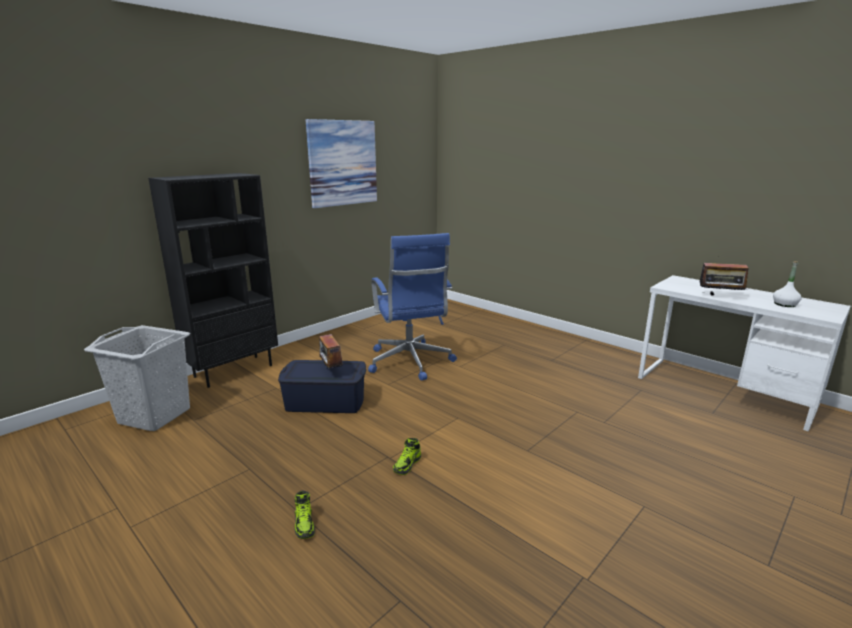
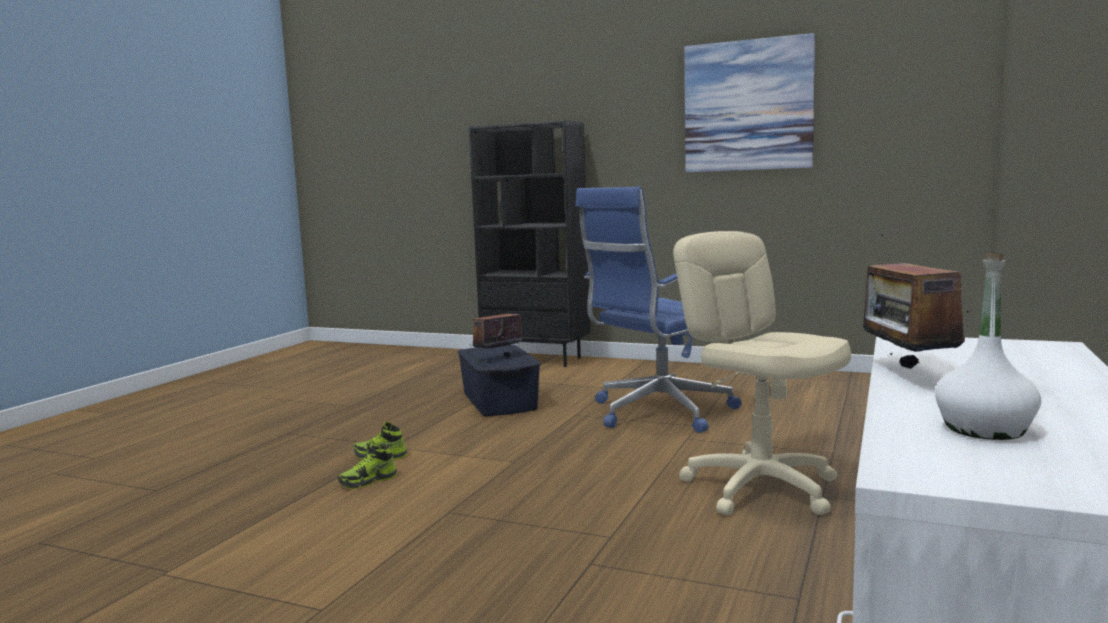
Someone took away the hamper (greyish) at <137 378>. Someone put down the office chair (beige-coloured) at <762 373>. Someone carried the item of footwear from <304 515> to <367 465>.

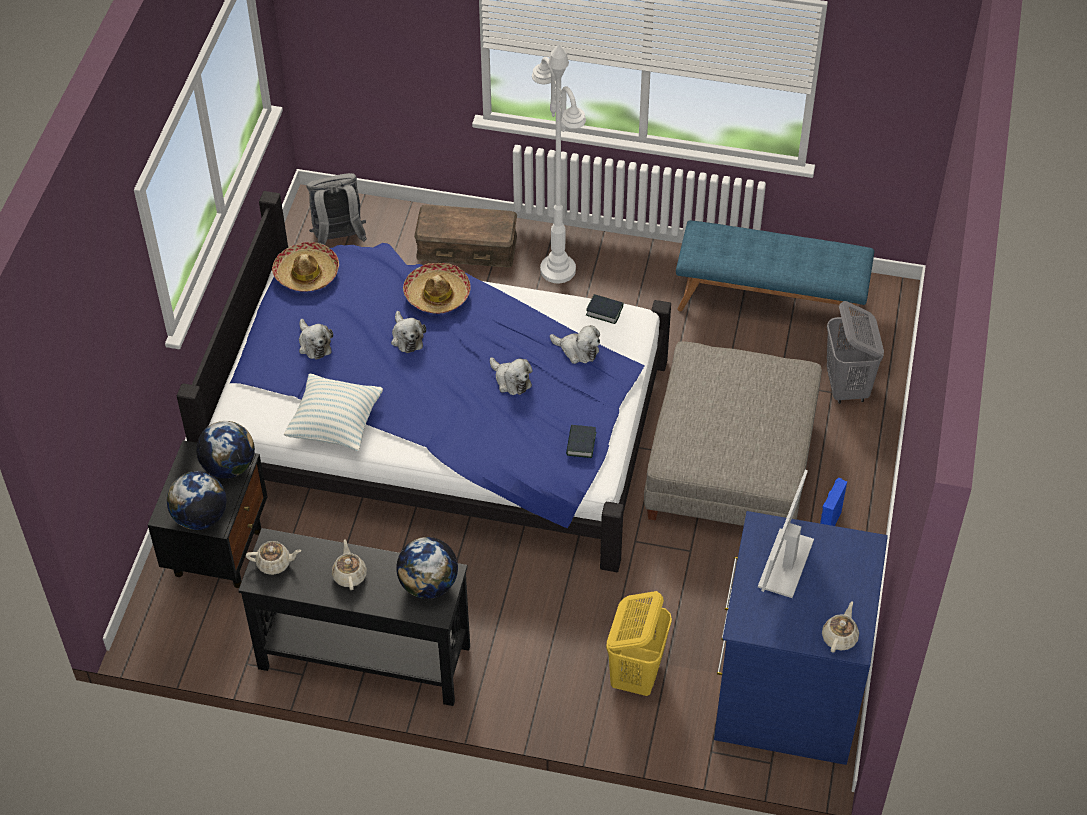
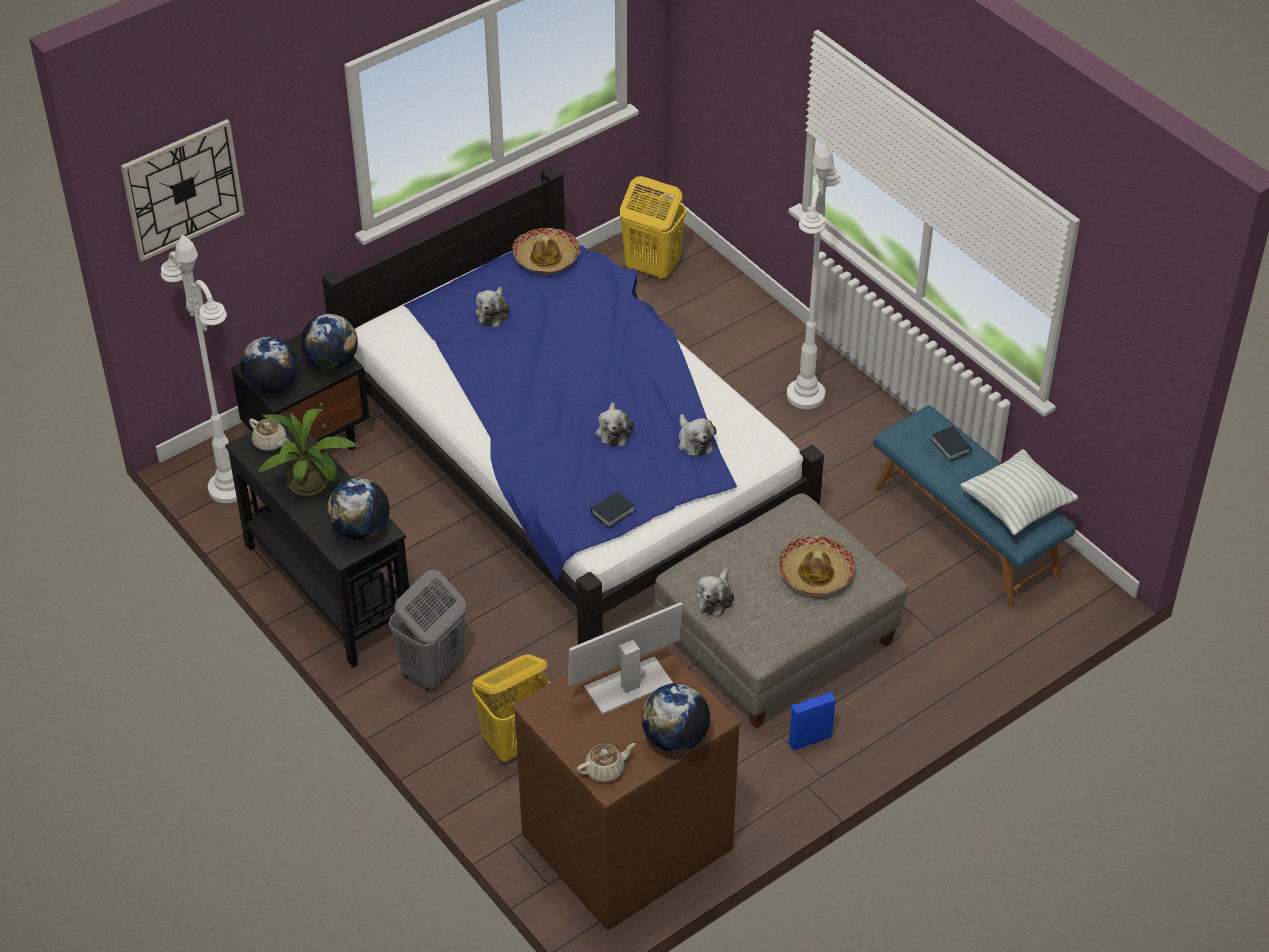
Someone took away the storage bin (brownish) at <465 236>. Someone put up the hanging clock at <183 190>. Someone put down the standard lamp (whitish) at <205 369>. Someone put down the desk globe at <675 718>. Someone carried the cushion from <333 412> to <1019 492>. Someone carried the cuddly toy from <408 332> to <715 592>. Someone carried the wearable hat from <437 288> to <816 565>. Someone carried the book from <604 309> to <951 444>. Someone carried the hamper (greyish) from <855 352> to <427 630>. Someone swapped the backpack (greyish) at <337 209> for the hamper (yellow-coloured) at <653 228>. Someone swapped the pot for tea (beige-coloured) at <349 564> for the houseplant at <306 453>. Someone repainted the dresser (blue) at <801 638>, which became the dresser (brownish) at <626 788>.

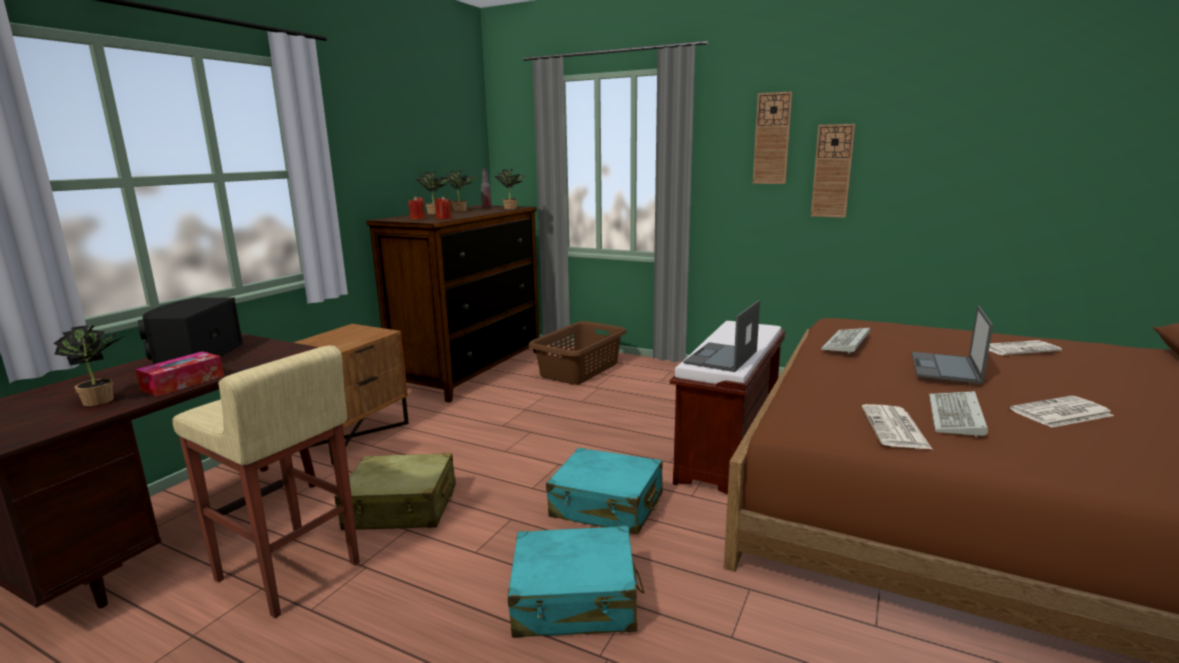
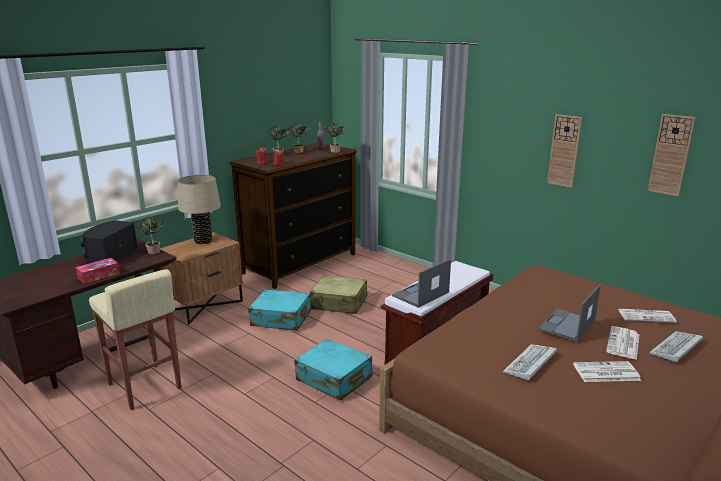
Someone took away the hamper (brownish) at <577 353>. Someone put down the lamp for a table (beige-coloured) at <199 209>. Someone carried the houseplant from <88 365> to <151 235>. Someone carried the travel case (beige-coloured) from <395 491> to <338 294>. Someone carried the travel case (turquoise) from <576 582> to <279 310>. Someone carried the hanging clock from <772 138> to <672 155>. Someone carried the PC keyboard from <845 341> to <676 346>. Someone carried the daily paper from <897 426> to <622 343>.

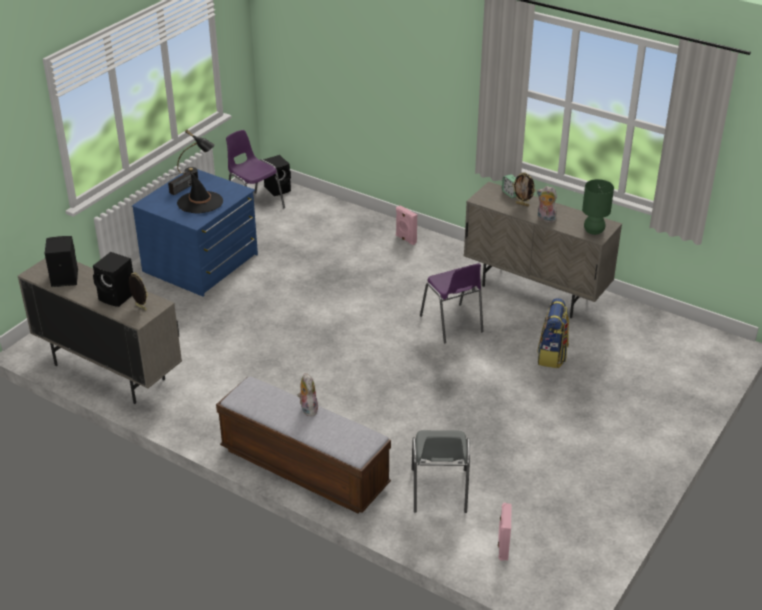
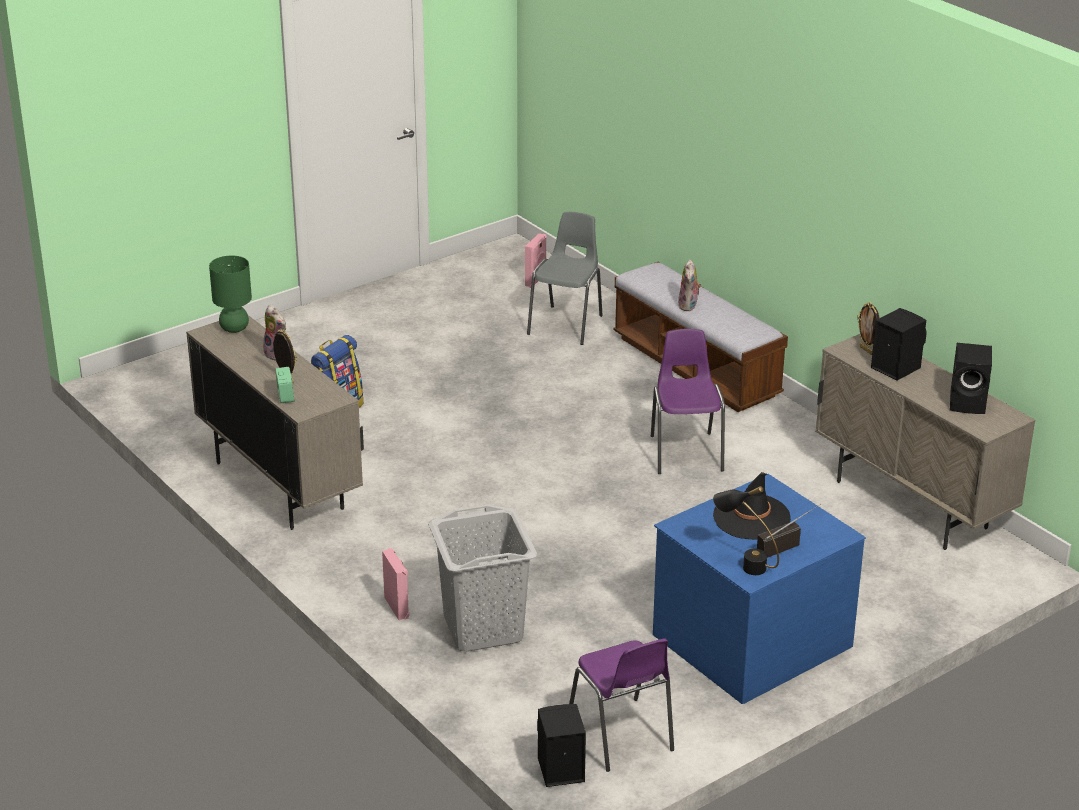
Someone put down the hamper (greyish) at <482 578>. Someone carried the chair (purplish) from <451 303> to <688 401>.

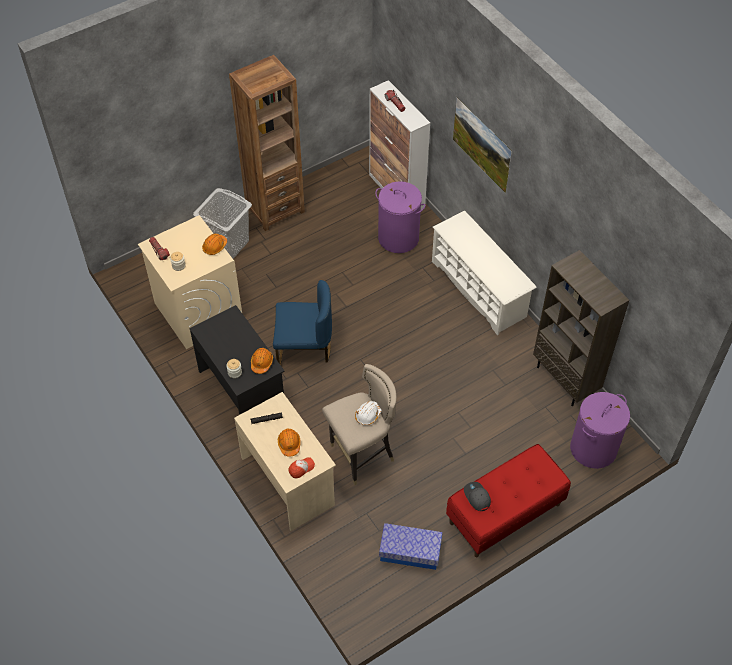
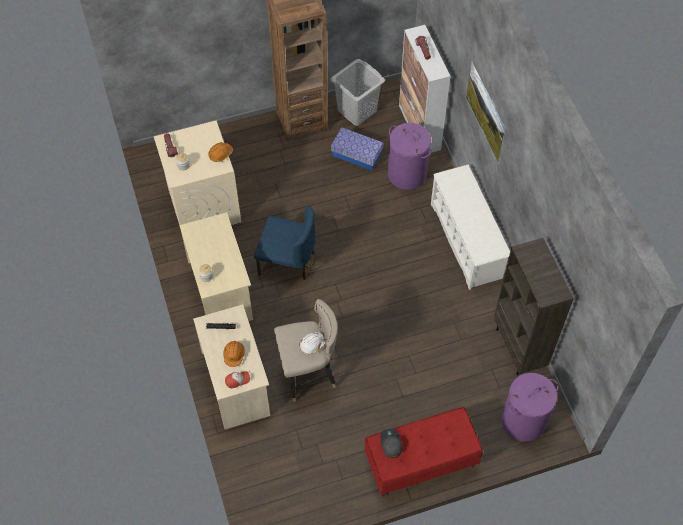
Someone took away the hard hat (orangey) at <262 361>. Someone carried the hamper (greyish) from <222 223> to <358 92>. Someone carried the storage bin from <411 546> to <357 148>. Someone repainted the desk unit (black-coloured) at <237 360>, which became the desk unit (beige-coloured) at <216 266>.

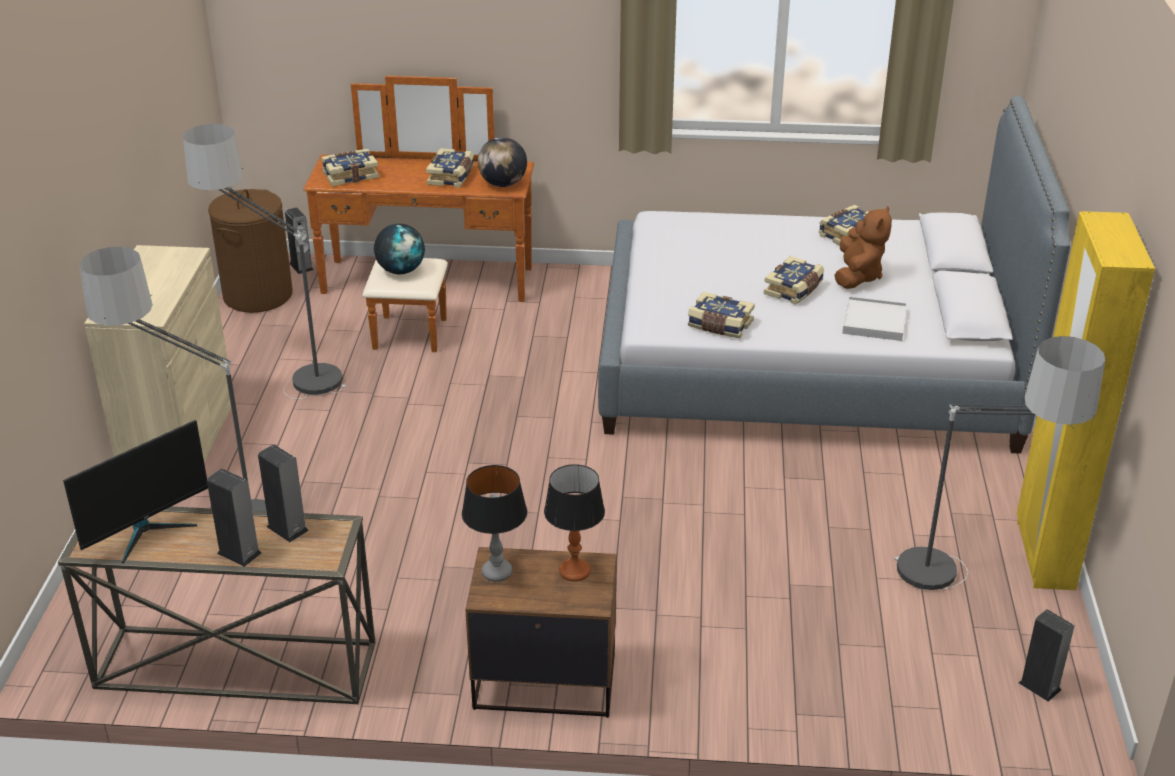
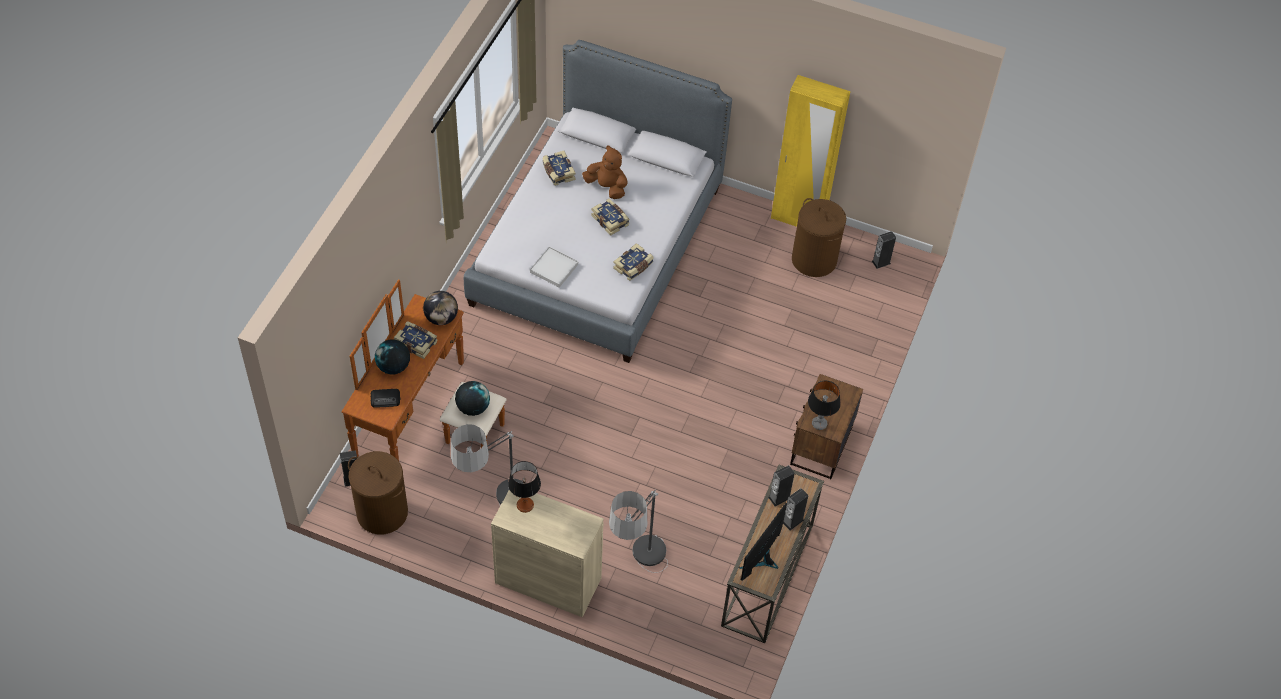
Someone put down the desk globe at <392 357>. Someone carried the lamp for a table from <574 523> to <524 487>. Someone carried the serving tray (whitish) from <874 319> to <554 267>. Someone swapped the book at <350 167> for the radio set at <385 398>. Someone swapped the standard lamp at <999 463> for the hamper (brownish) at <819 237>. Someone rotated the computer display at <135 491> by 120 degrees counterclockwise.

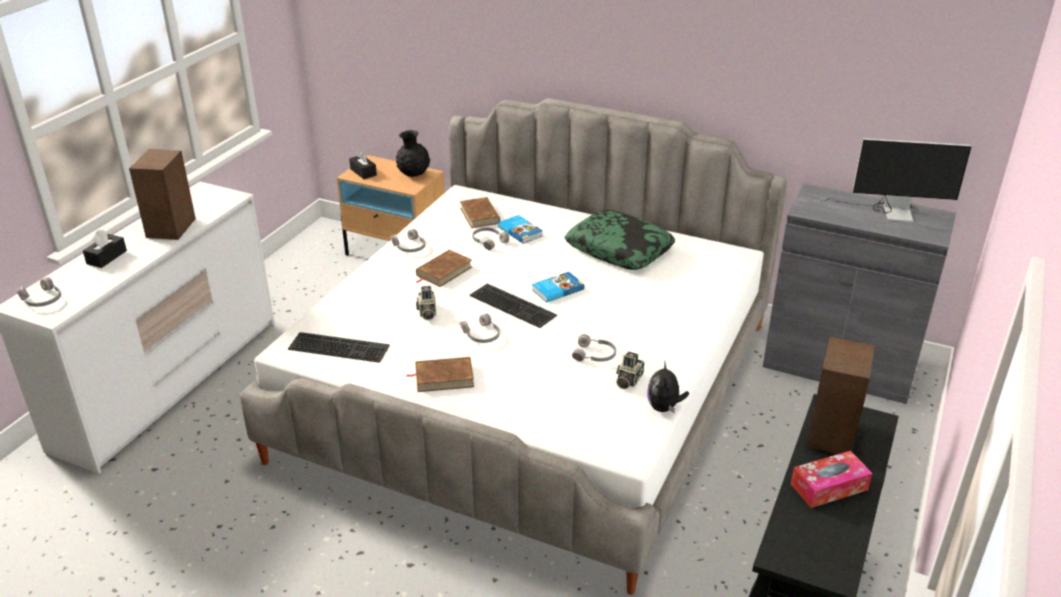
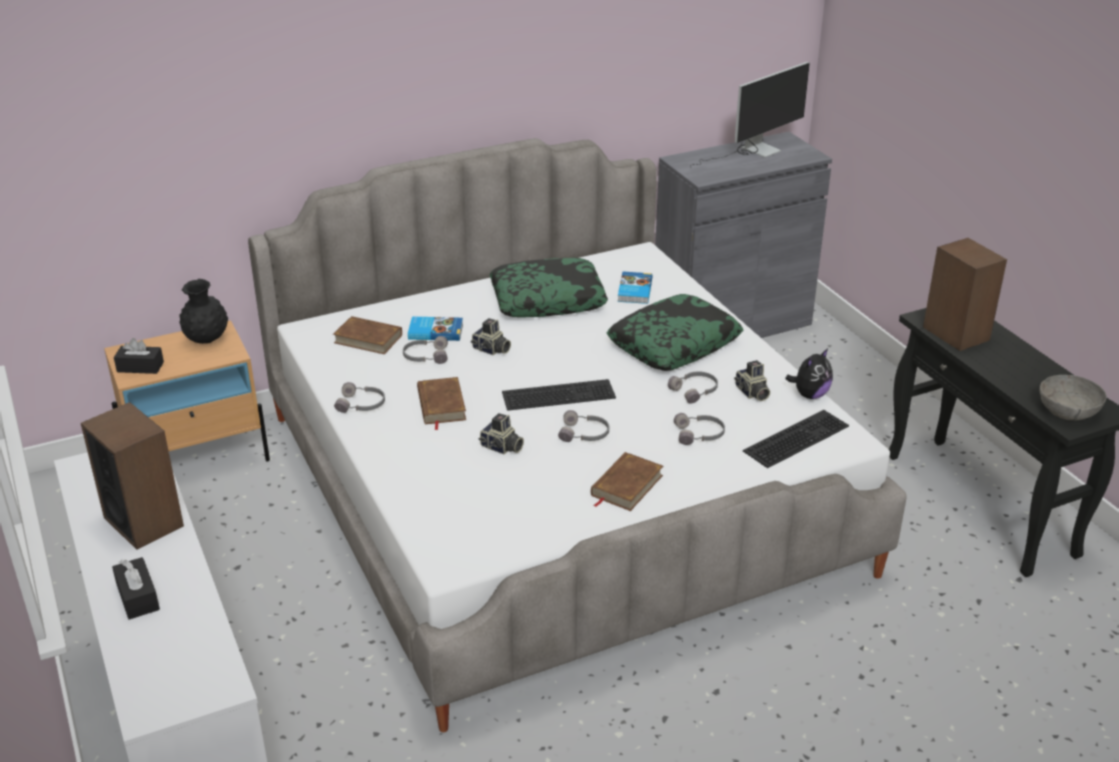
Someone took away the tissue box at <831 479>. Someone put down the photo camera at <491 336>. Someone put down the cushion at <675 332>. Someone put down the bowl (greyish) at <1073 397>. Someone carried the headset (greyish) from <38 292> to <699 429>. Someone carried the PC keyboard from <339 347> to <796 439>. Someone carried the book from <558 287> to <635 288>. Someone rotated the cuddly toy at <668 386> by 90 degrees counterclockwise.

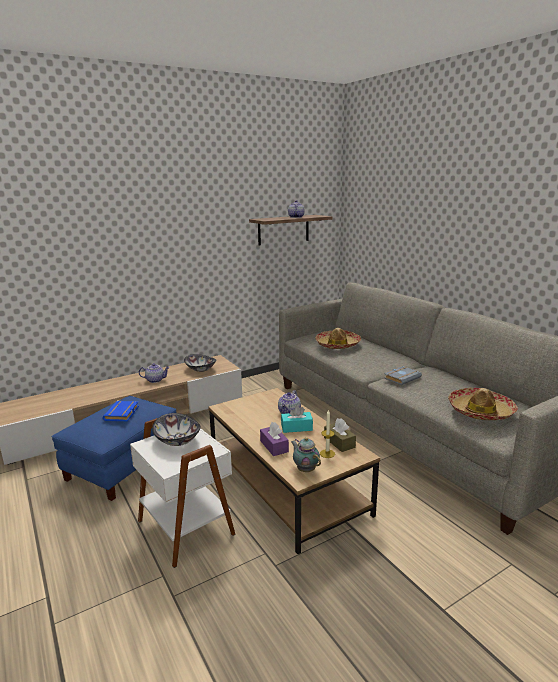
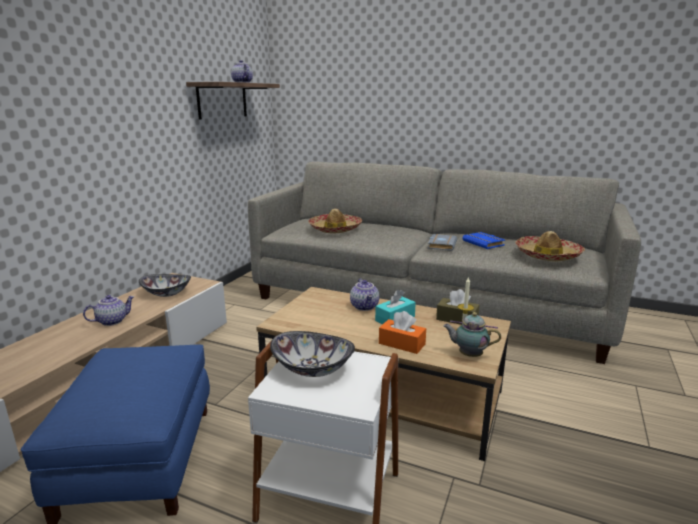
Someone carried the book (blue) from <120 411> to <483 240>. Someone repainted the tissue box (purplish) at <274 439>, which became the tissue box (orangey) at <402 332>.

